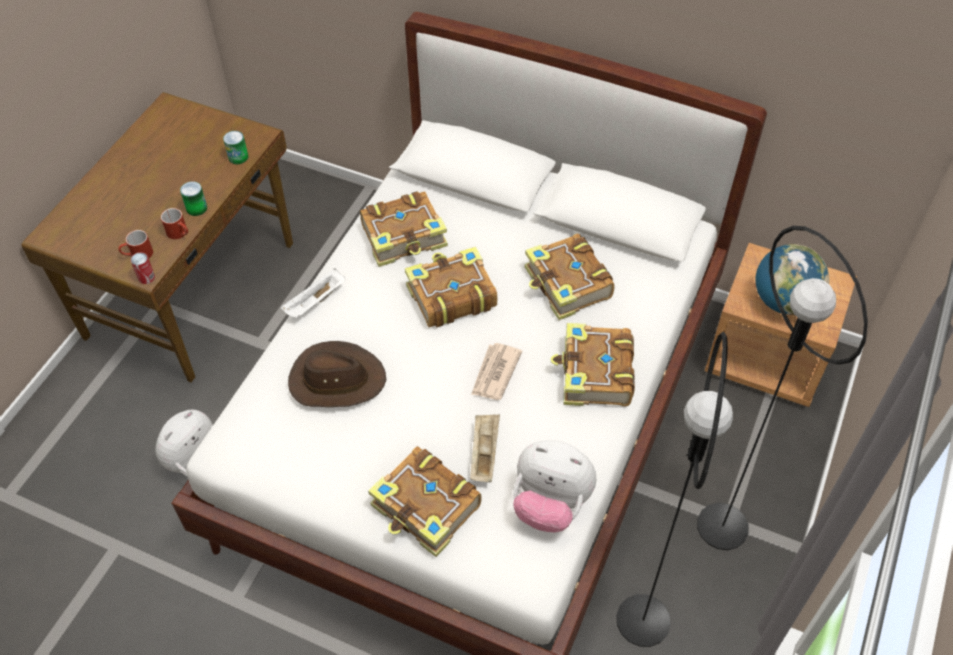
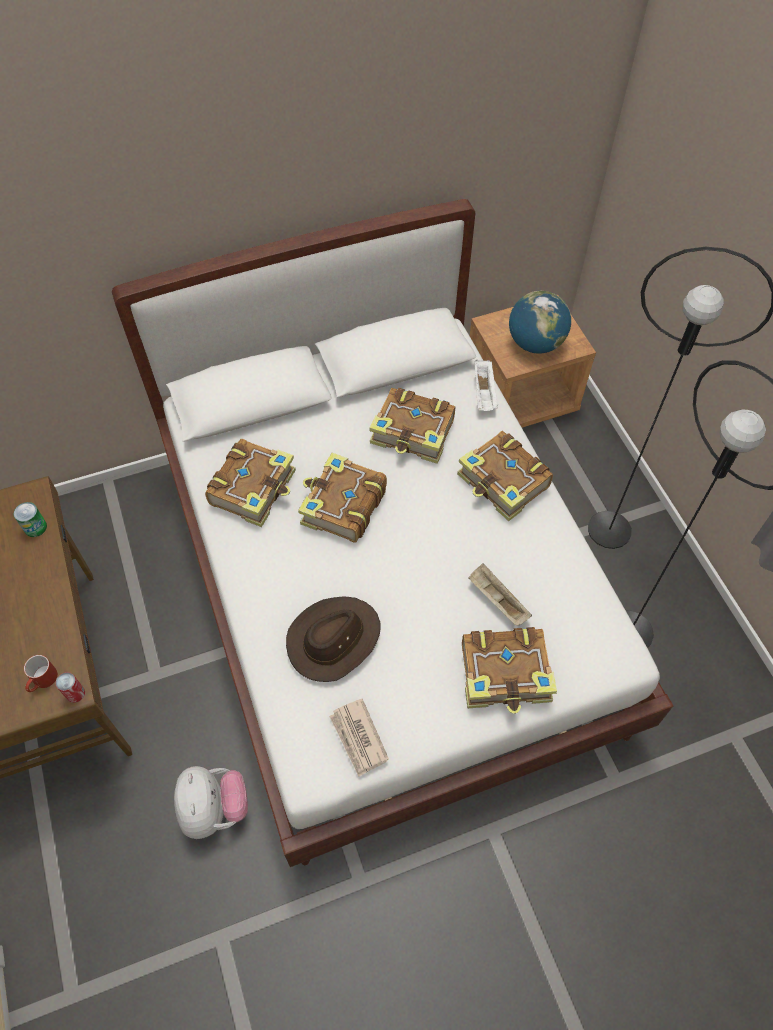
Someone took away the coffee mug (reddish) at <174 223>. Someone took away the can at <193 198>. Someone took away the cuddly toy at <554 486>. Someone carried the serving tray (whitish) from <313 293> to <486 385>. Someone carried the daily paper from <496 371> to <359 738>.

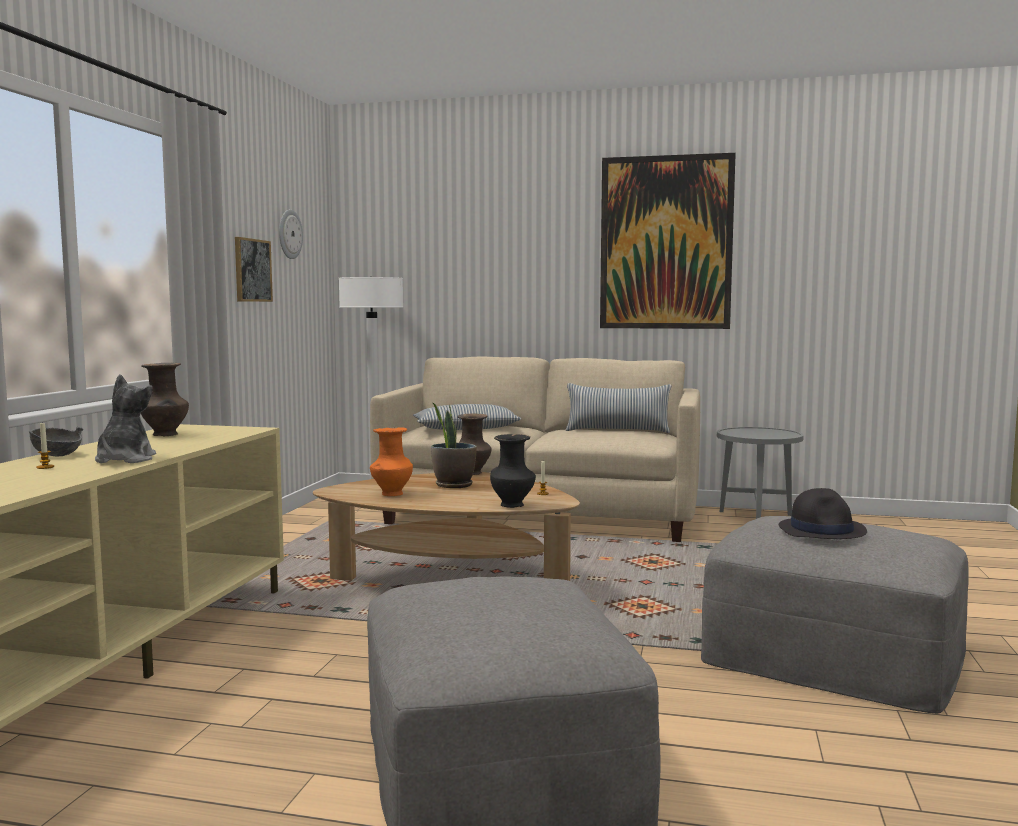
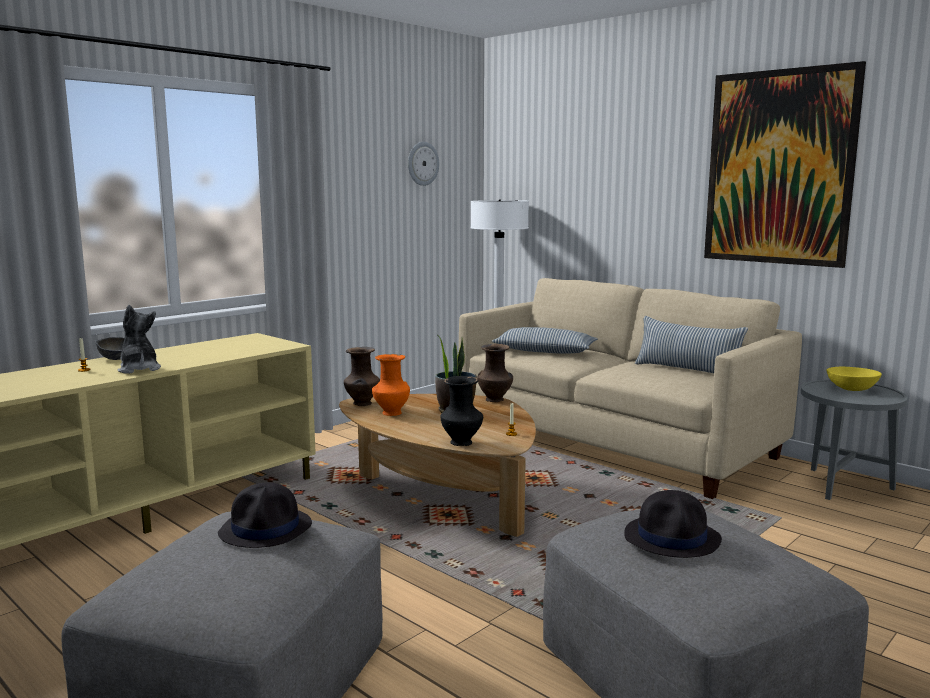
Someone took away the wall art at <254 269>. Someone put down the wearable hat (black-coloured) at <265 515>. Someone put down the bowl (yellow-coloured) at <854 379>. Someone carried the vase (brownish) from <165 399> to <362 376>. Someone rotated the cuddly toy at <125 418> by 60 degrees counterclockwise.

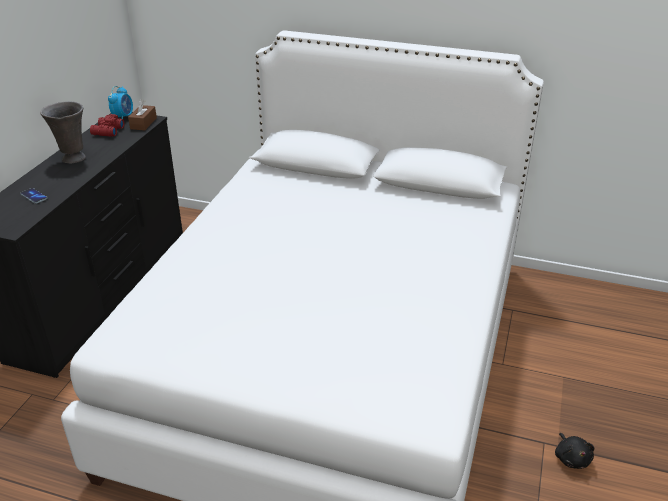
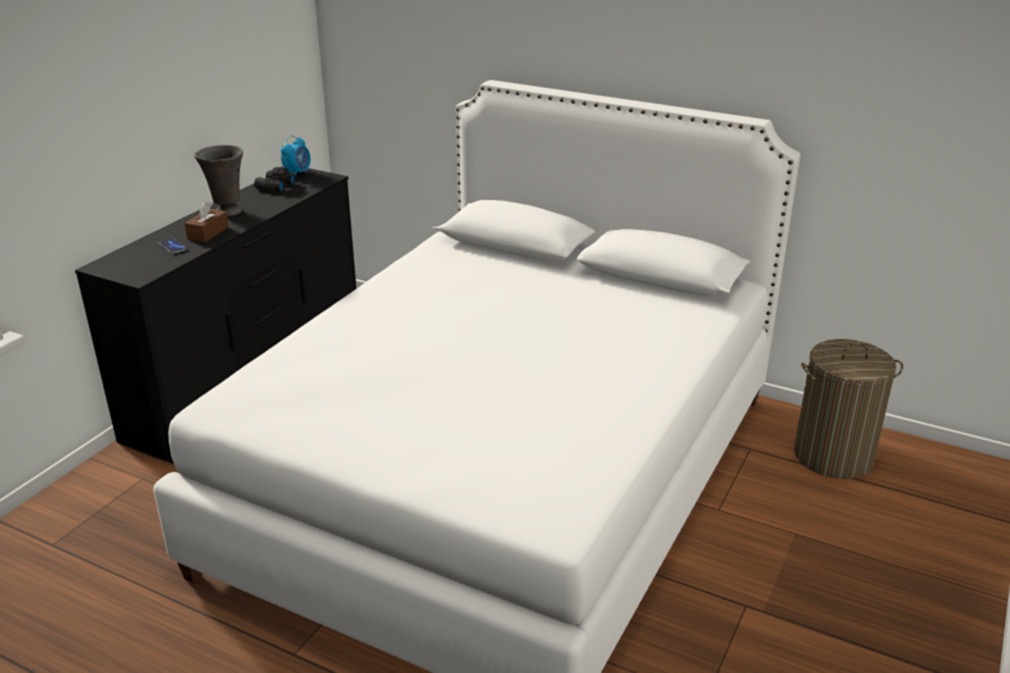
Someone took away the cuddly toy (black-coloured) at <575 451>. Someone put down the hamper at <848 409>. Someone carried the tissue box (brownish) from <142 114> to <206 222>. Someone repainted the binoculars (reddish) at <107 125>, which became the binoculars (black-coloured) at <275 179>.

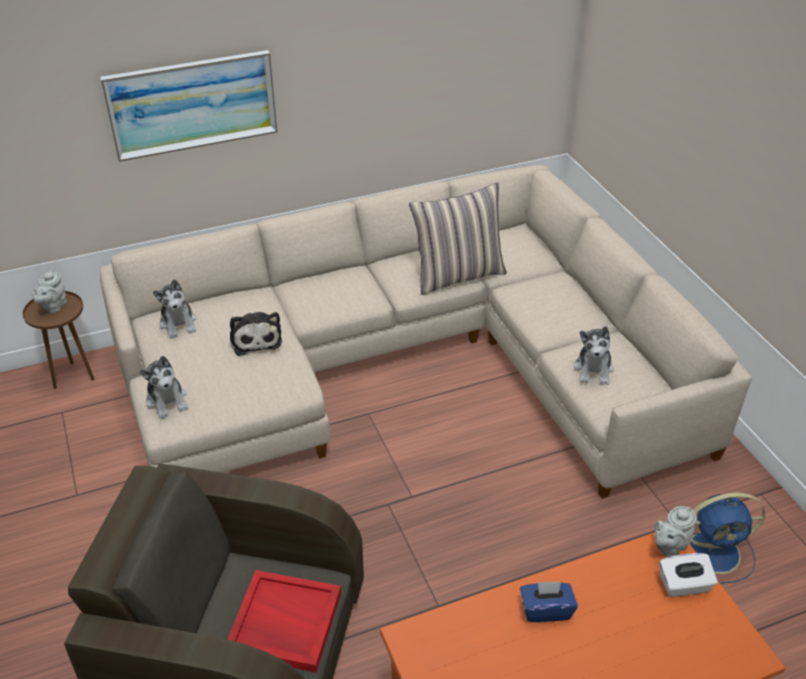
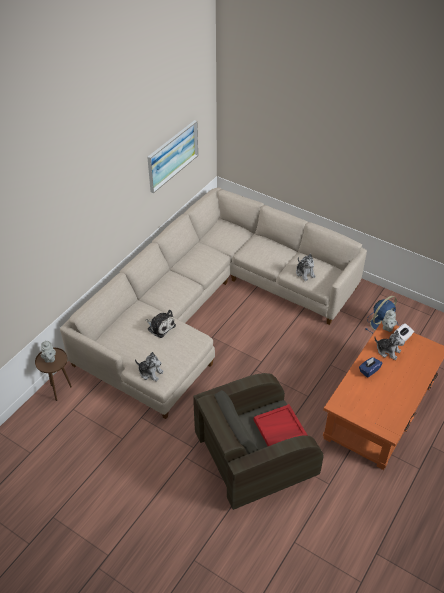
Someone took away the cushion at <458 239>. Someone carried the wall art from <188 106> to <172 156>. Someone carried the cuddly toy from <175 308> to <389 345>.

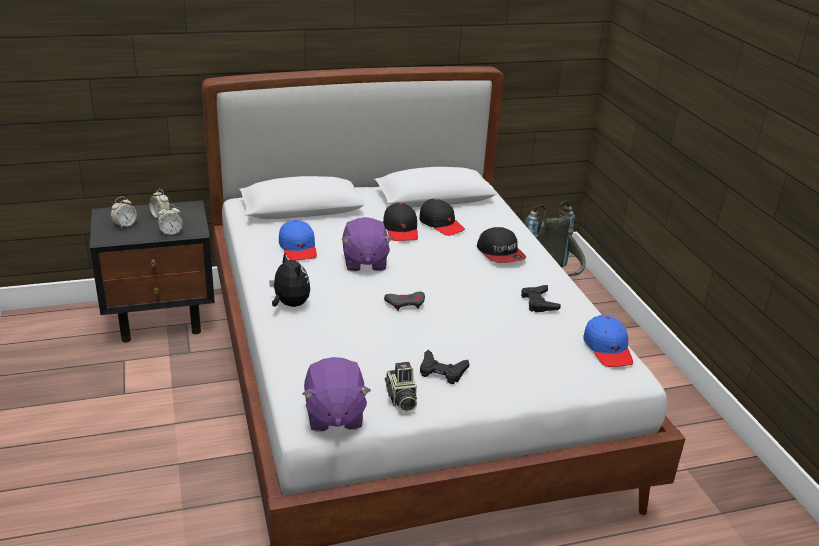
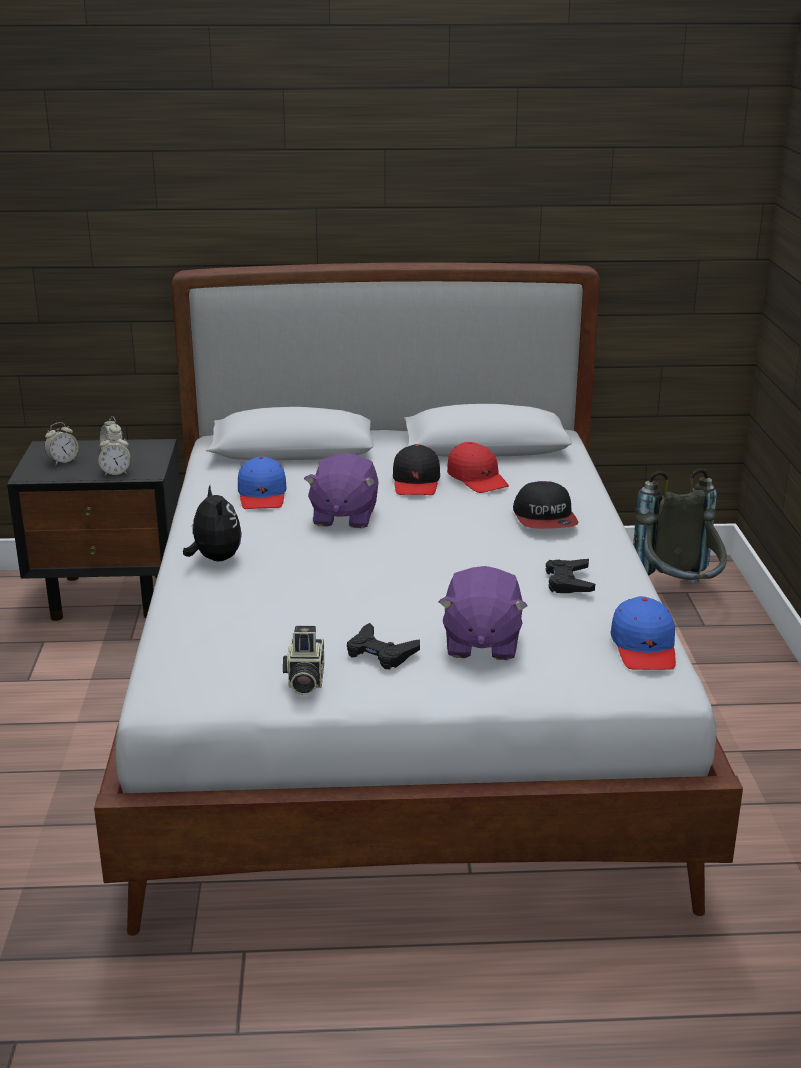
Someone took away the game controller (greyish) at <404 301>. Someone carried the cuddly toy (purplish) from <337 394> to <483 613>. Someone repainted the baseball cap (black-coloured) at <442 217>, which became the baseball cap (reddish) at <478 467>.

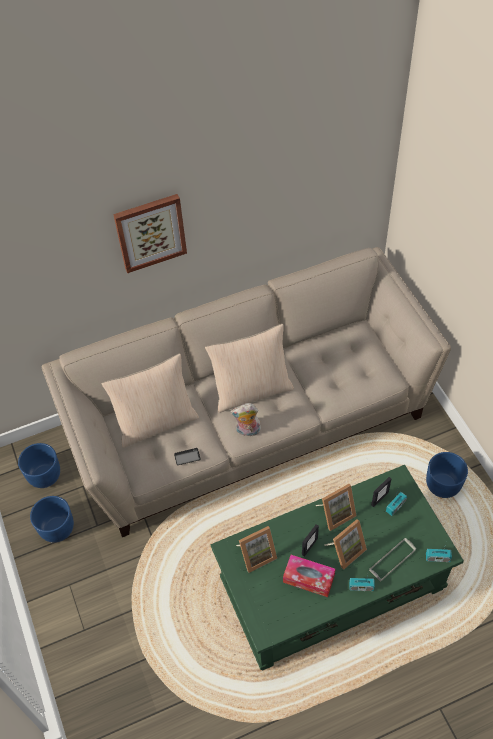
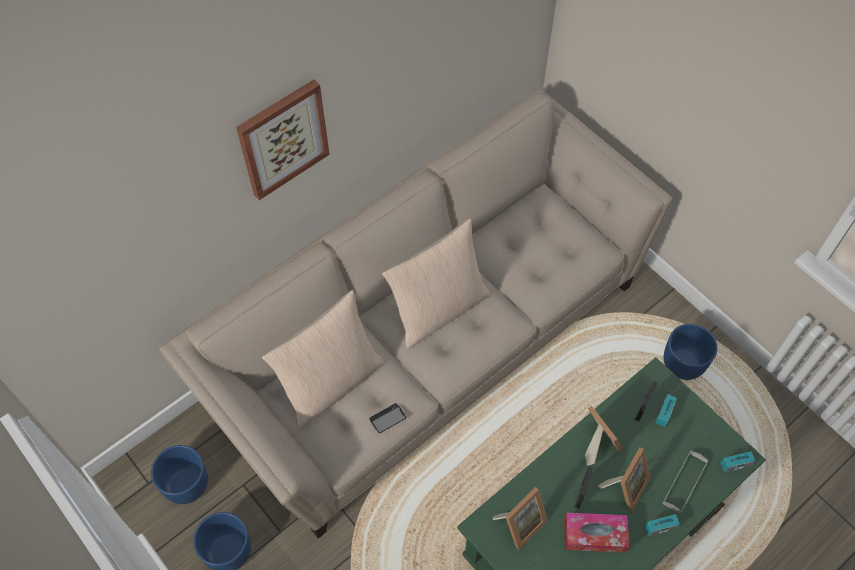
Someone took away the cuddly toy at <245 419>. Someone rotated the standing frame at <336 507> by 75 degrees counterclockwise.

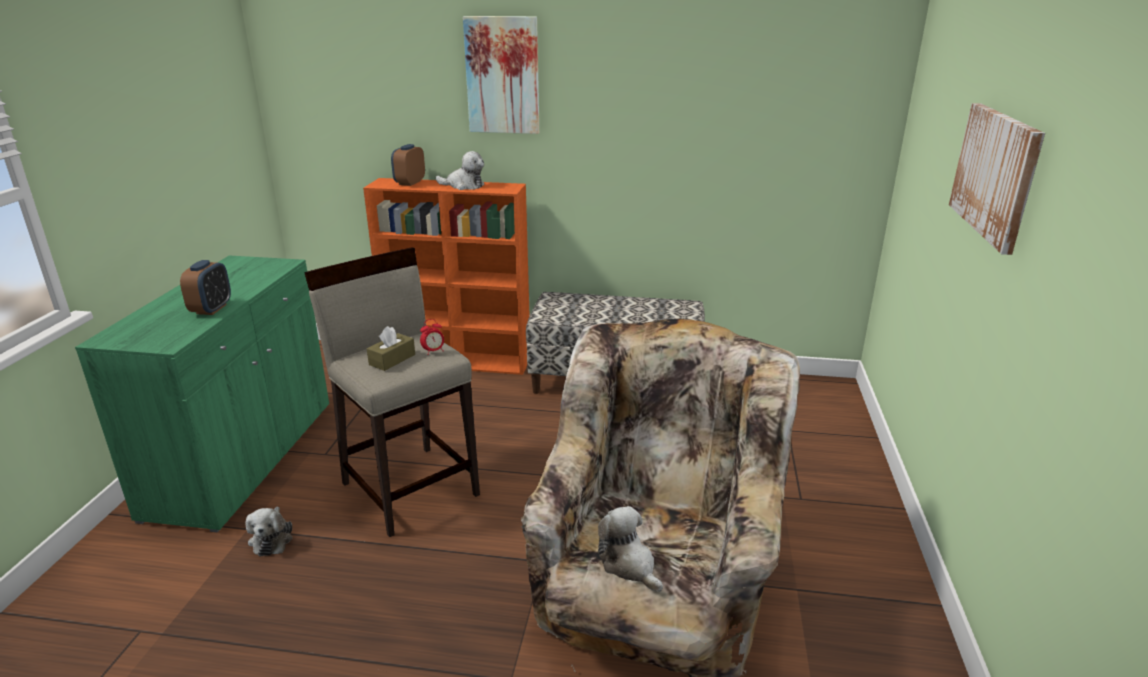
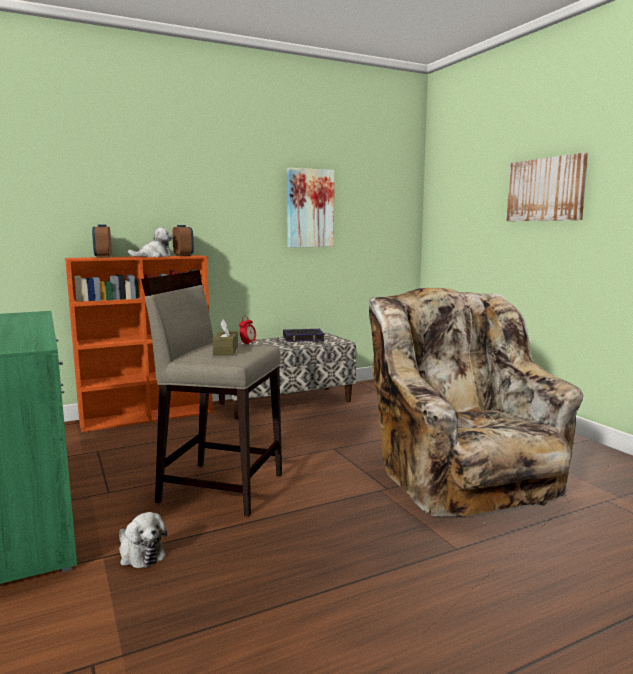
Someone took away the cuddly toy at <630 549>. Someone put down the book at <304 335>. Someone carried the table clock from <205 287> to <183 240>. Someone carried the wall art from <501 75> to <310 208>.

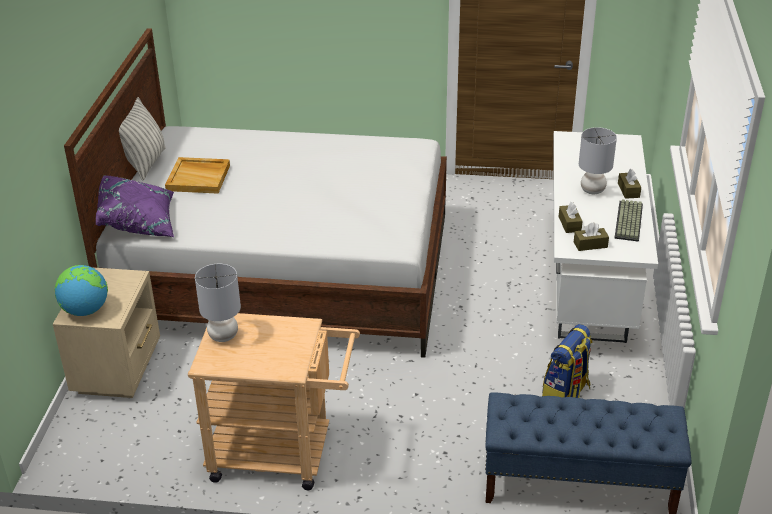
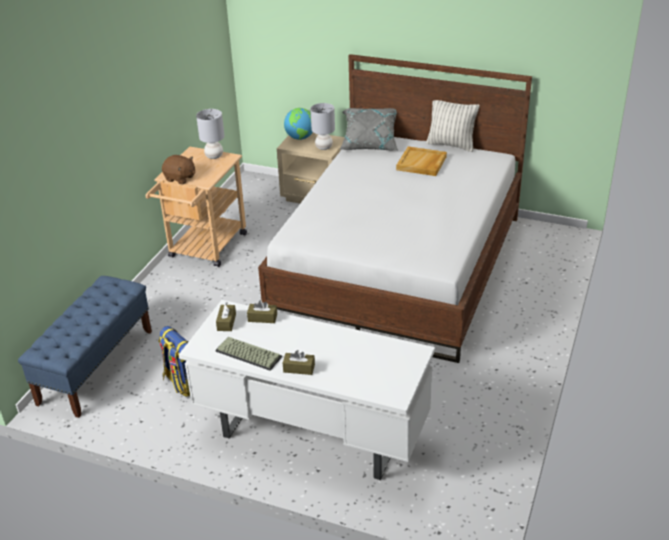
Someone put down the cuddly toy (brownish) at <178 169>. Someone carried the lamp for a table (greyish) from <598 160> to <323 126>. Someone repainted the cushion (purplish) at <135 206>, which became the cushion (greyish) at <369 129>.

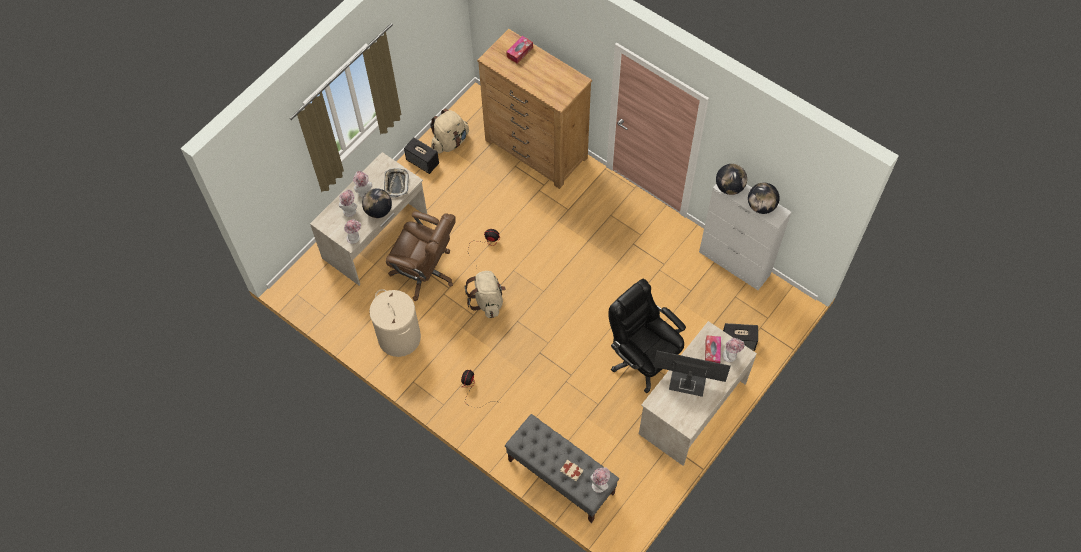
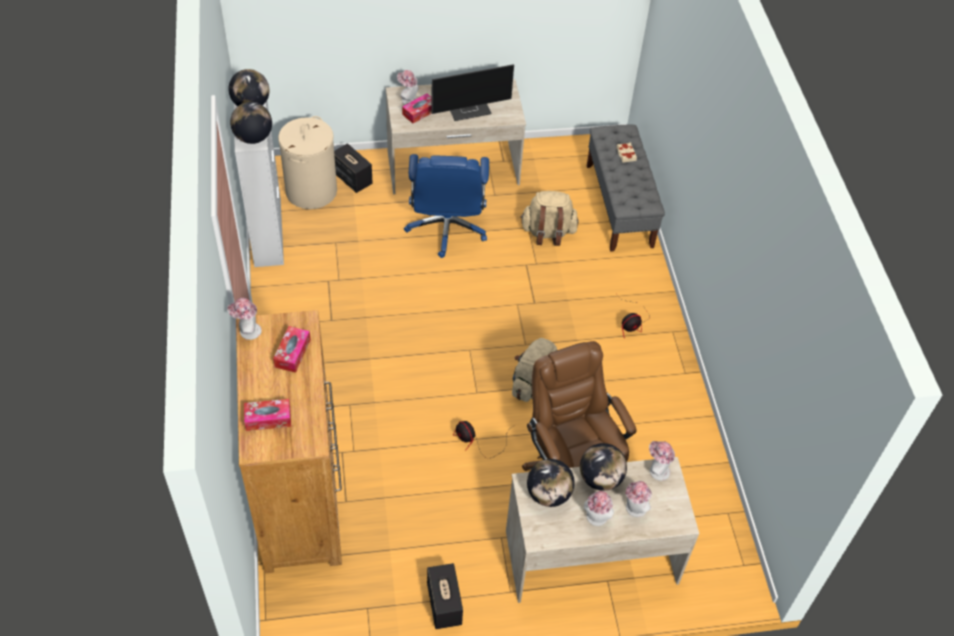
Someone put down the tissue box at <292 349>. Someone carried the hamper (beige-coloured) from <395 323> to <307 162>. Someone carried the backpack (beige-coloured) from <449 131> to <549 218>. Someone carried the wearable hat from <600 480> to <244 319>. Someone swapped the serving tray at <396 183> for the desk globe at <551 483>. Someone repainted the office chair (black-coloured) at <647 336>, which became the office chair (blue) at <446 206>. Someone rotated the computer display at <692 374> by 75 degrees counterclockwise.

